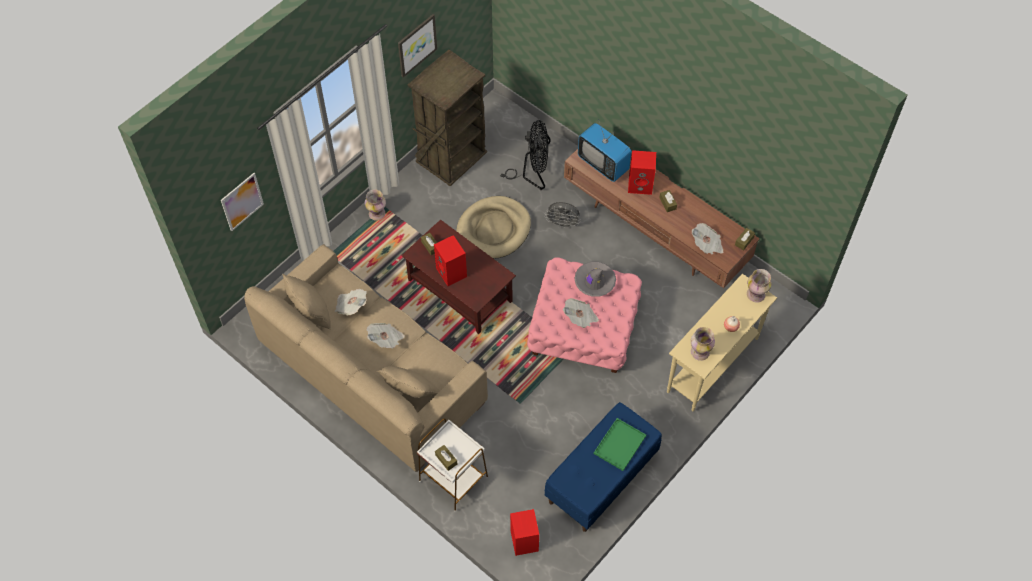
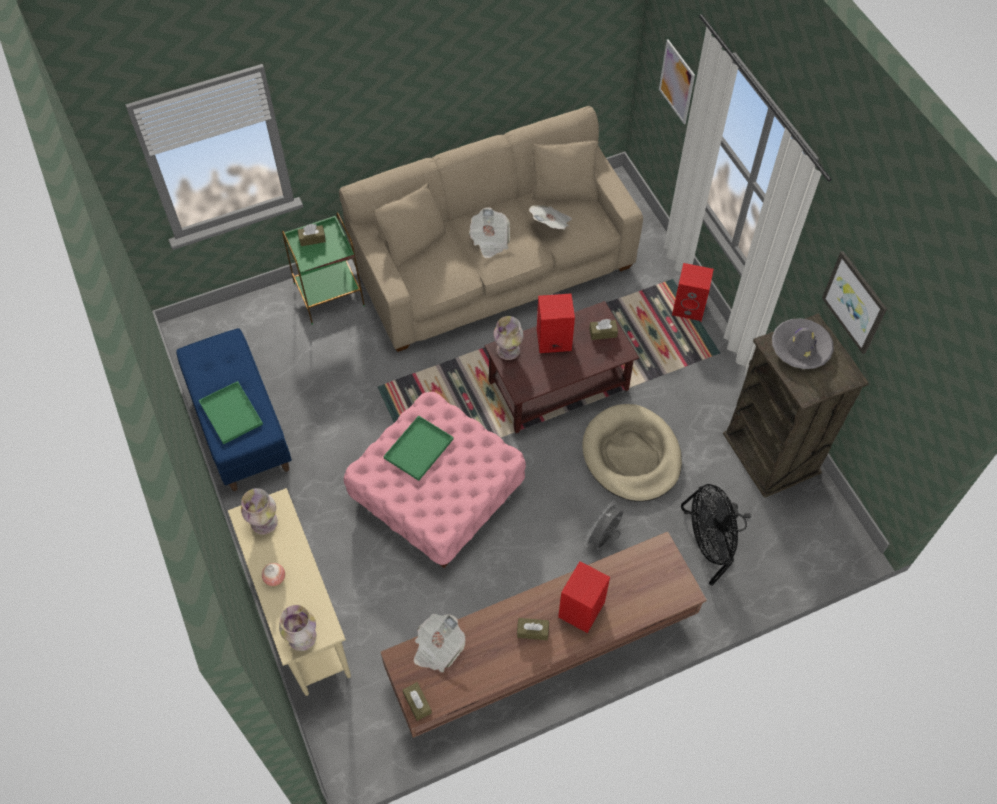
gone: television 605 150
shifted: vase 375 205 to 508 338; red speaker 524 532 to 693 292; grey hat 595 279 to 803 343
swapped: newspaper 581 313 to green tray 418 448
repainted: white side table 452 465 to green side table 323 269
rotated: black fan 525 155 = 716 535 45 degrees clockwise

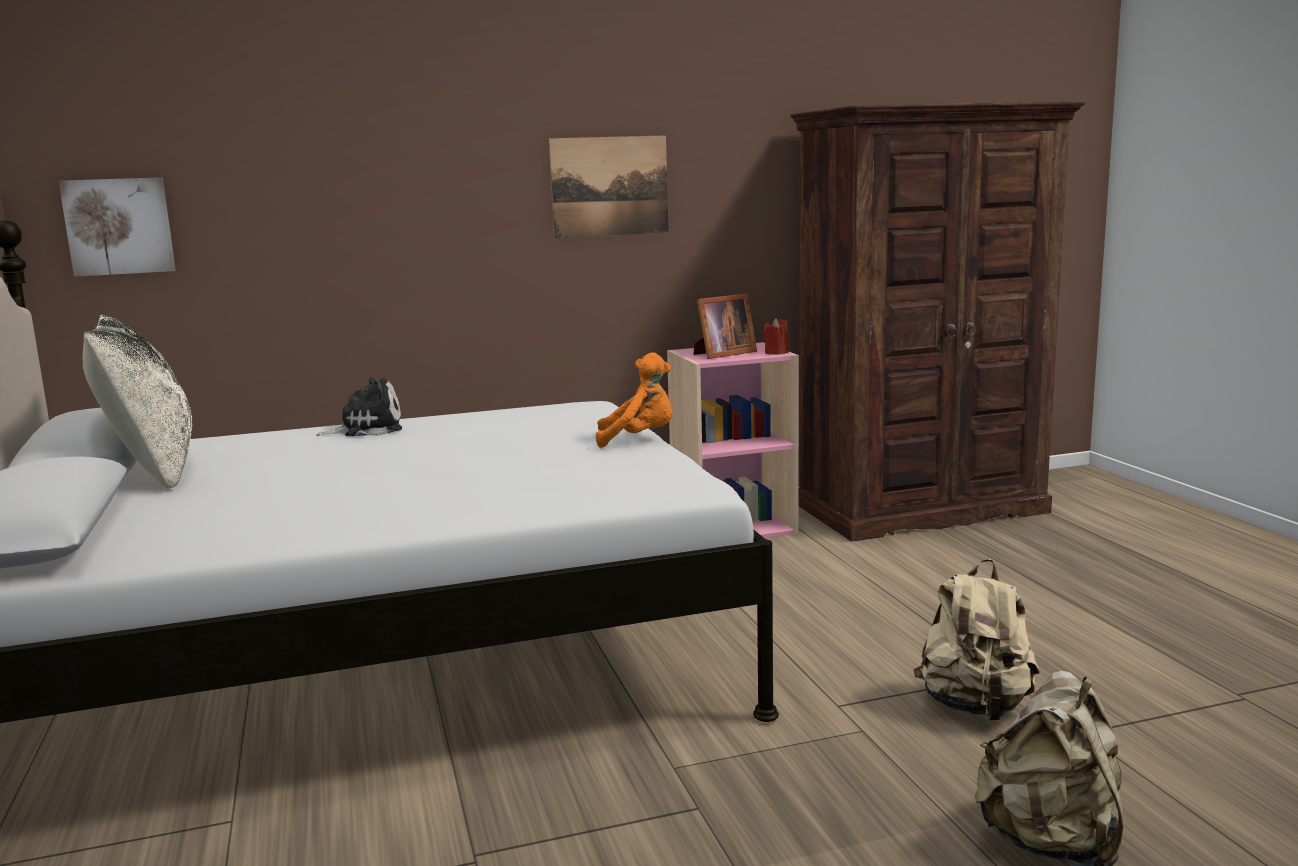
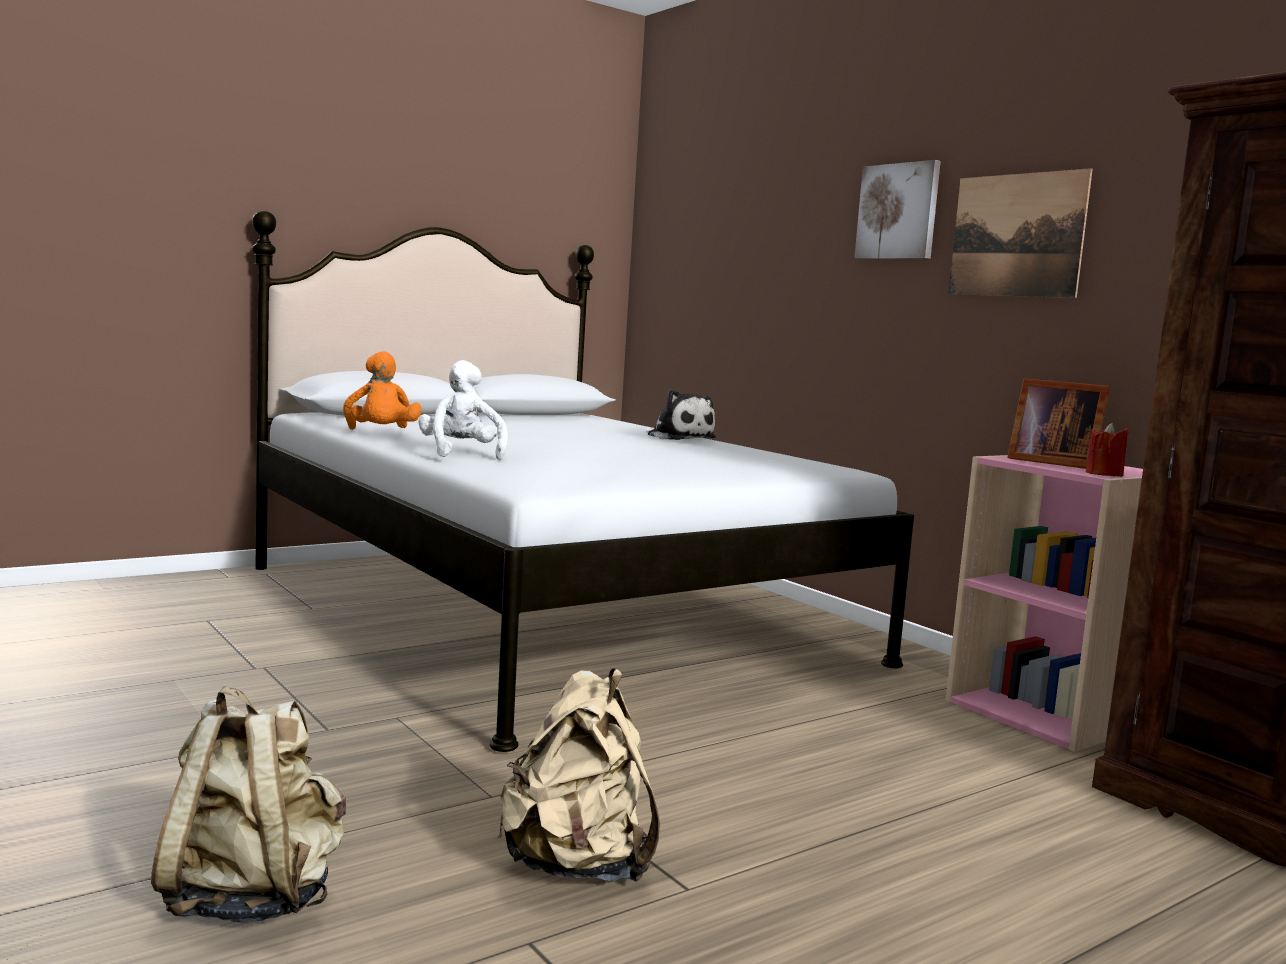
gone: beige pillow 137 402
new: white plush toy 463 410
shifted: picture 117 227 to 897 209; orange plush toy 634 400 to 382 390

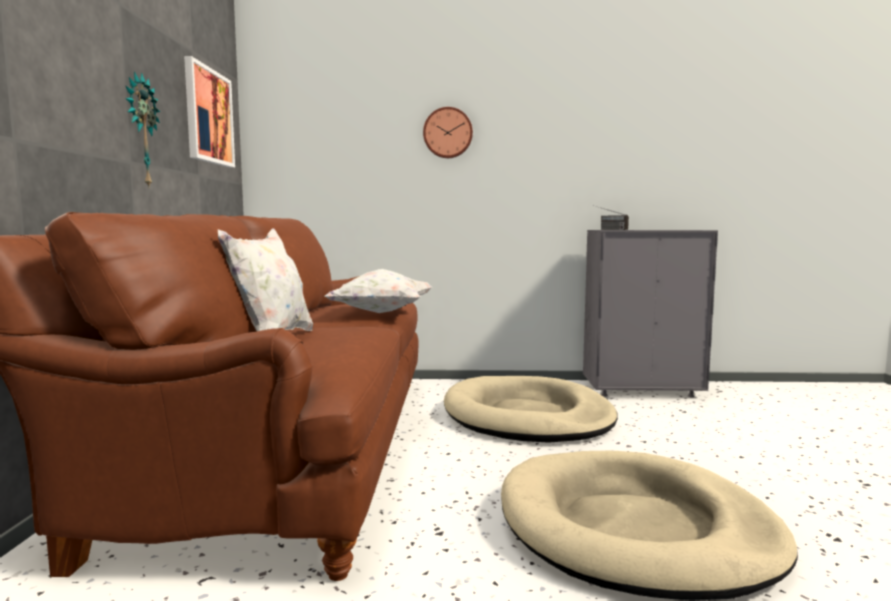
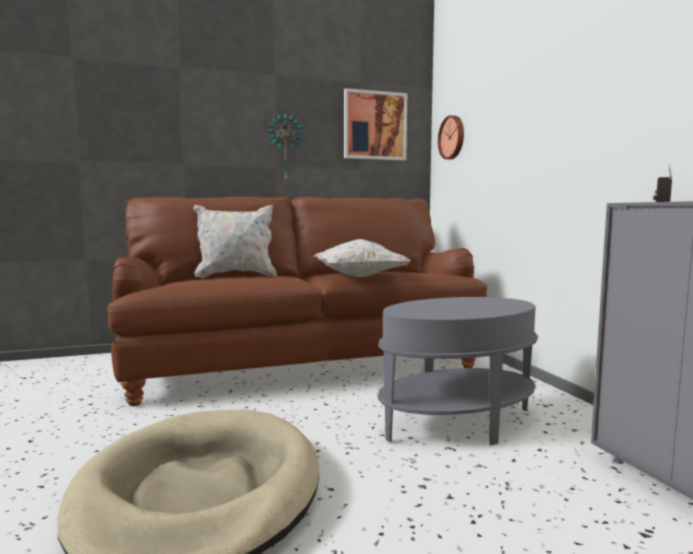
shifted: wall clock 448 132 to 451 137
swapped: beige dog bed 531 409 to grey side table 458 371

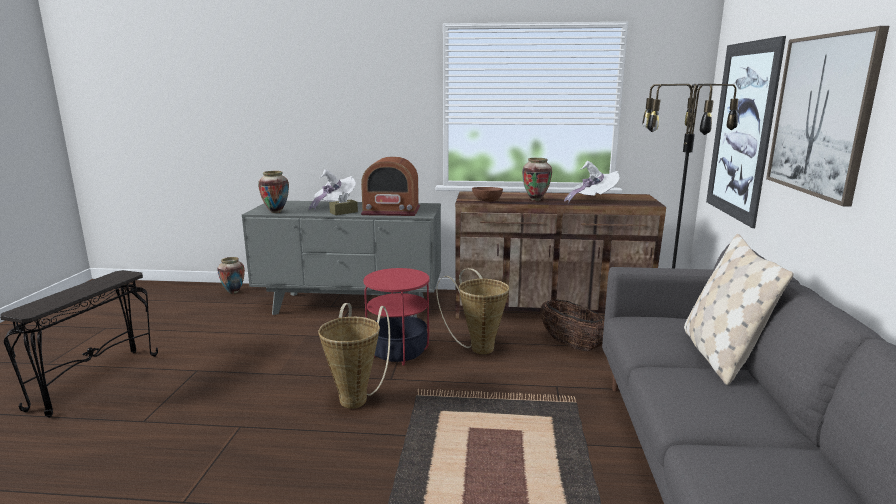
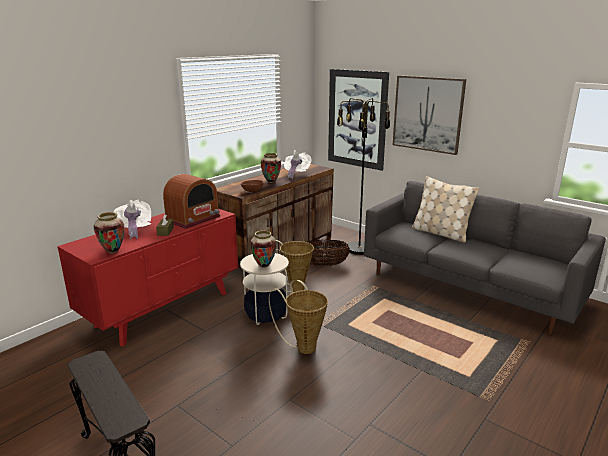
shifted: vase 231 275 to 263 249
repainted: grey dresser 341 259 to red dresser 147 277; red side table 397 316 to beige side table 264 289

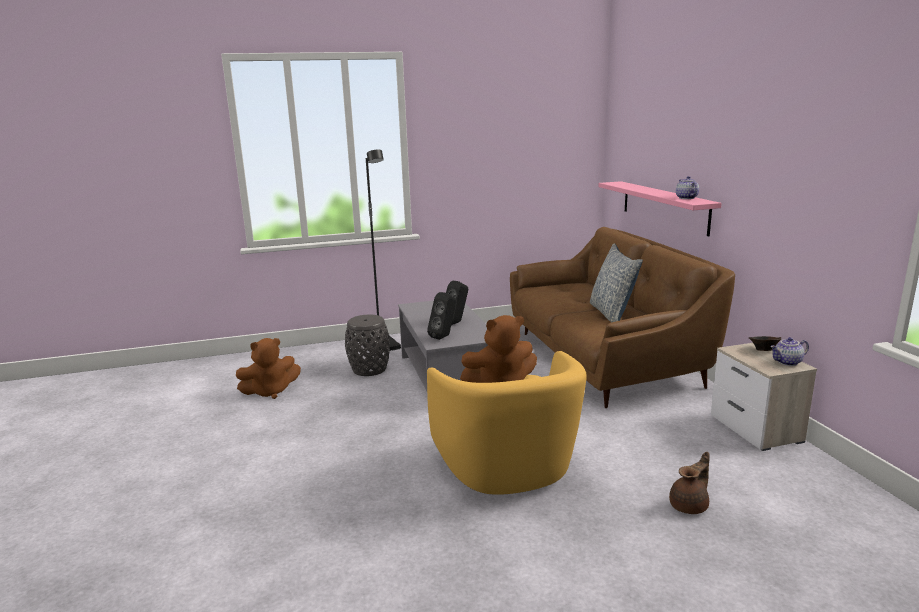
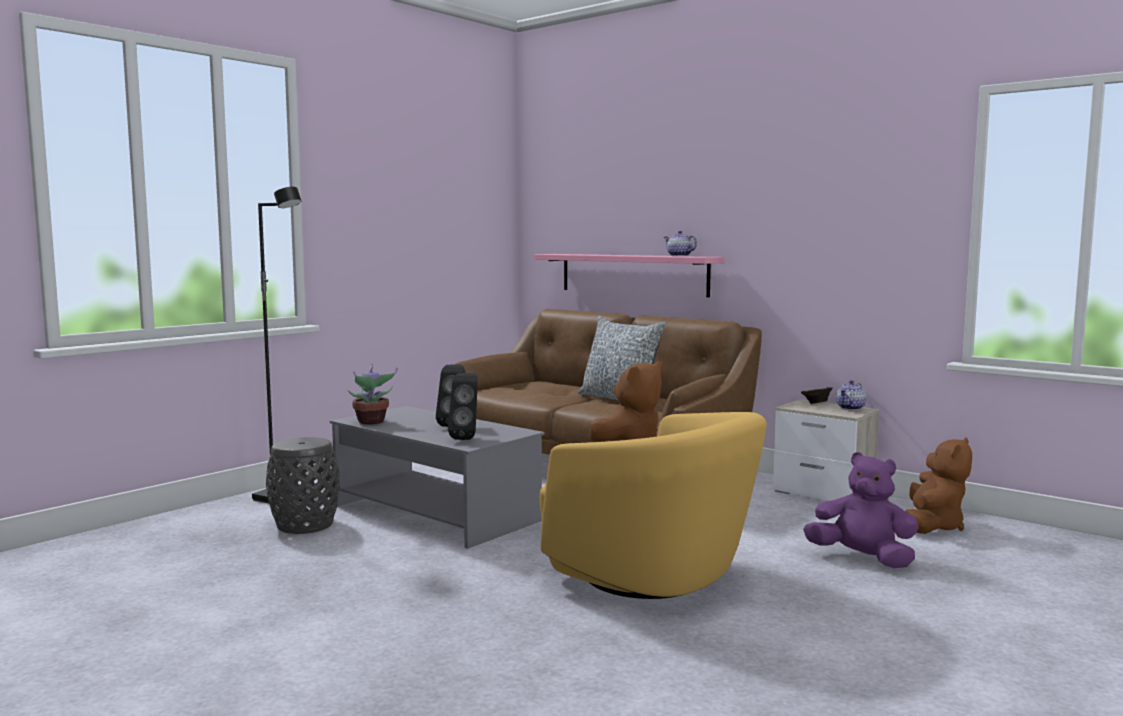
new: potted plant 373 394
shifted: brown plush toy 268 368 to 938 485
swapped: brown teapot 689 482 to purple plush toy 861 510

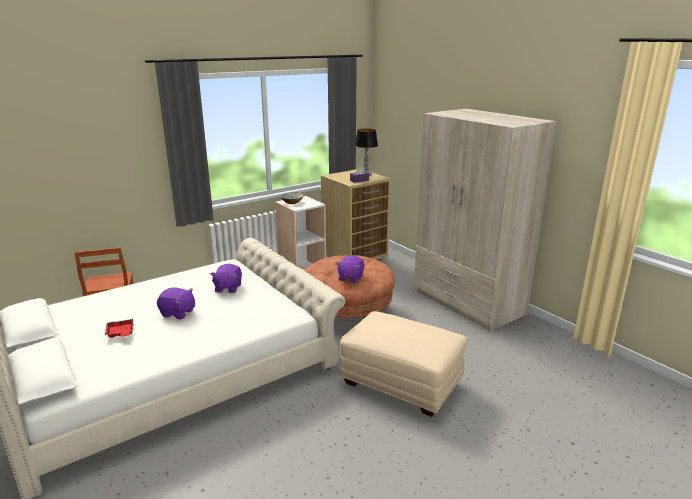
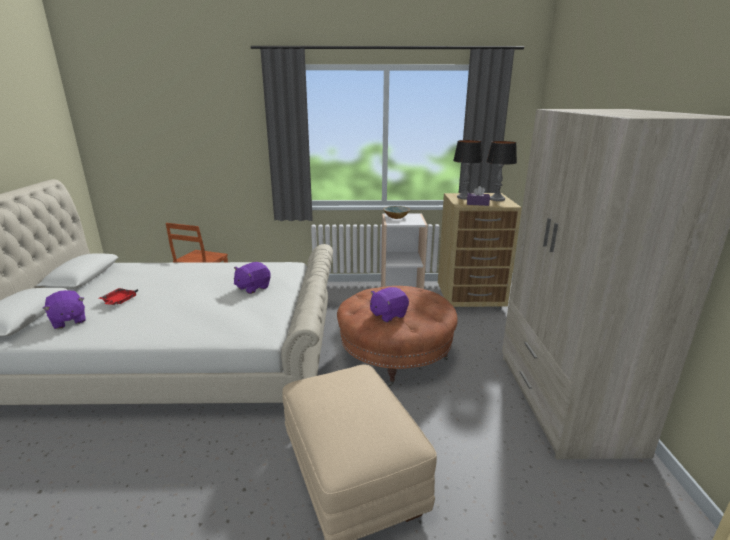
new: table lamp 468 169
shifted: purple plush toy 176 303 to 64 309

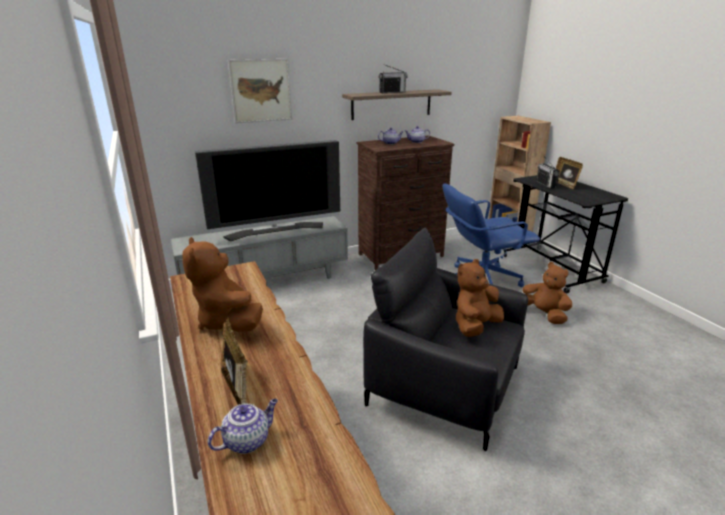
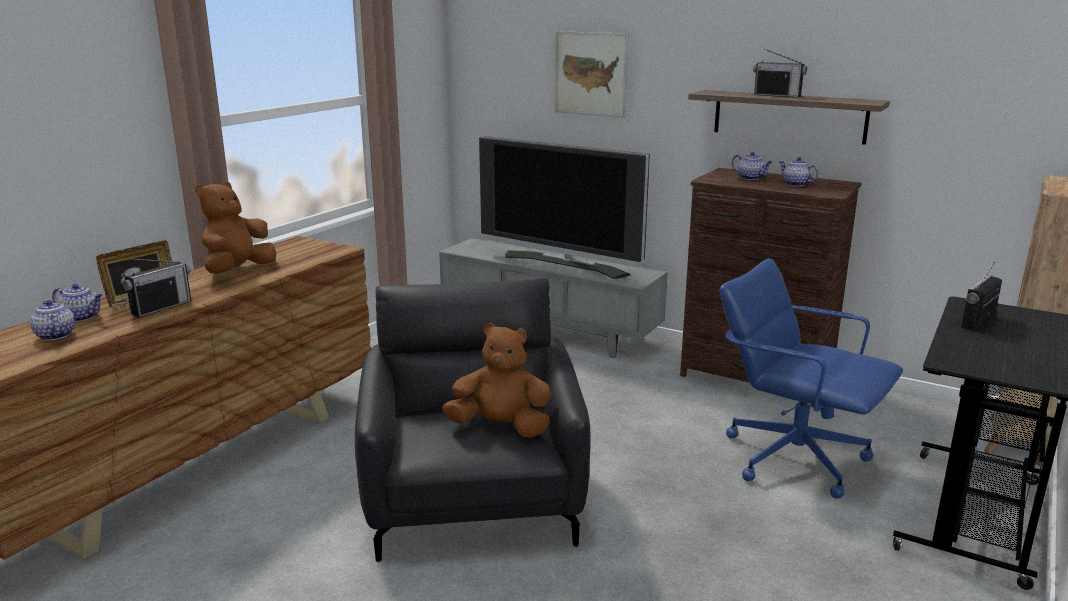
gone: brown plush toy 547 293; picture frame 569 173
new: teapot 52 320; radio 157 288

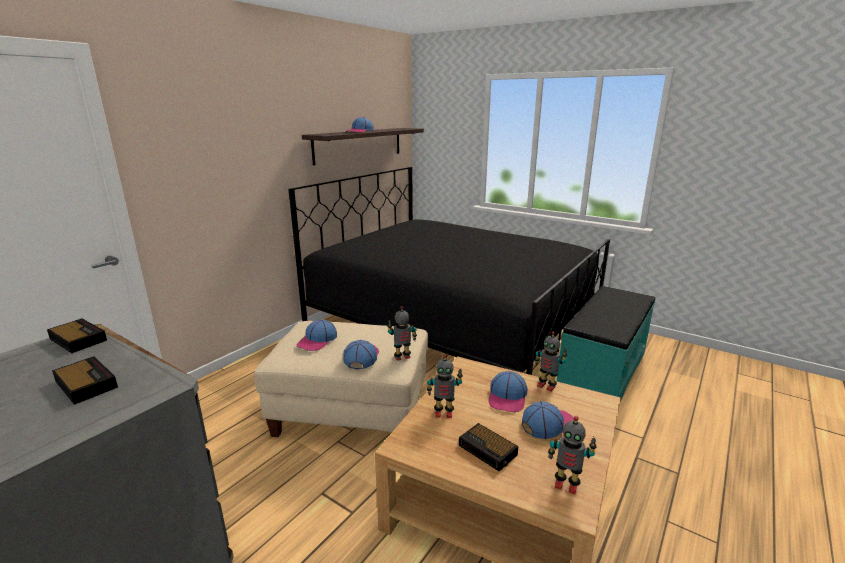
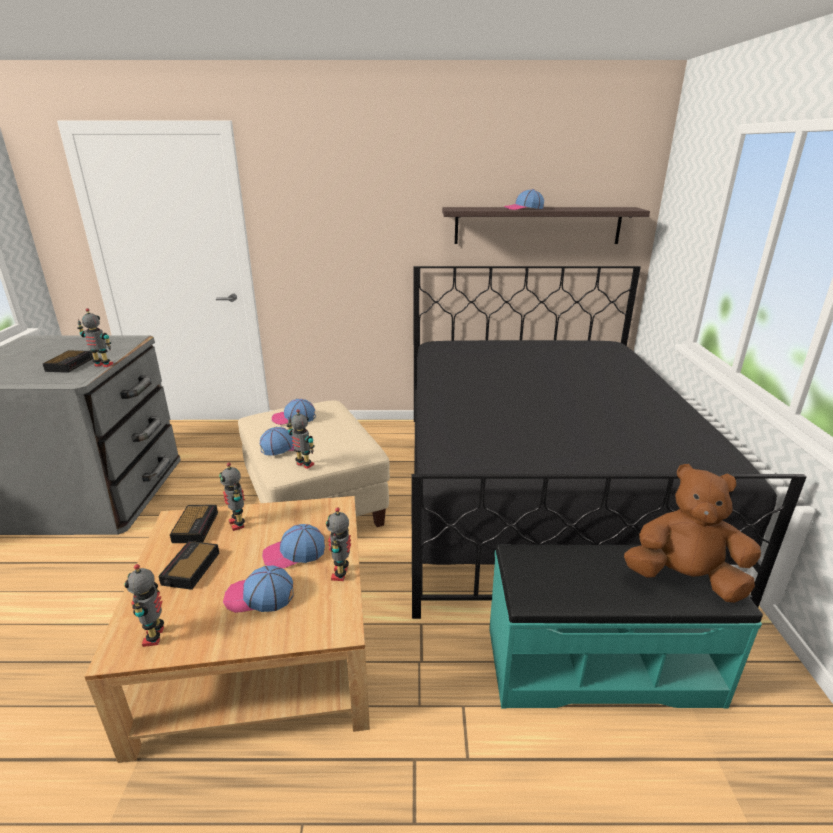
new: toy robot 95 337; brown plush toy 692 533
shifted: alarm clock 77 335 to 194 524
rotated: cap 548 420 = 258 589 150 degrees clockwise

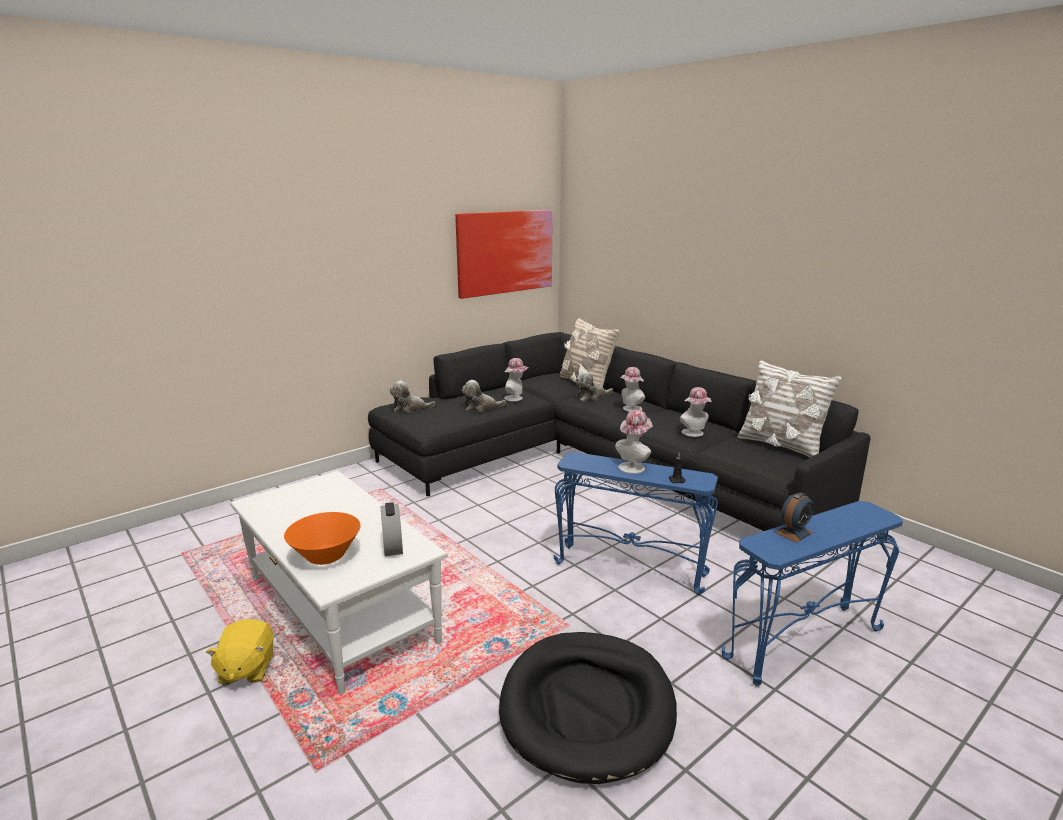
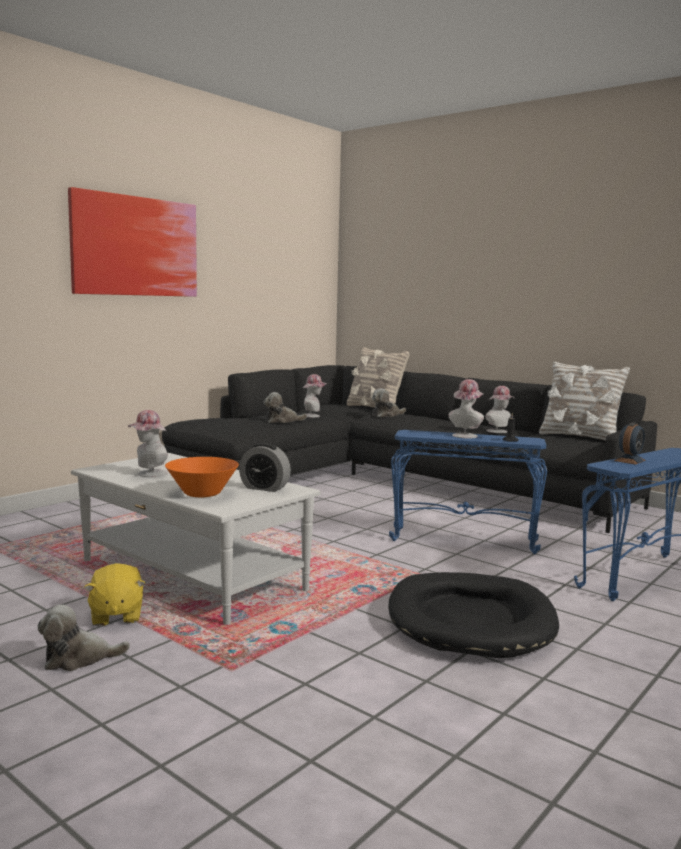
shifted: plush toy 412 397 to 84 638; picture 504 254 to 132 242; hat 633 389 to 148 443
rotated: alarm clock 392 529 = 265 467 45 degrees counterclockwise

